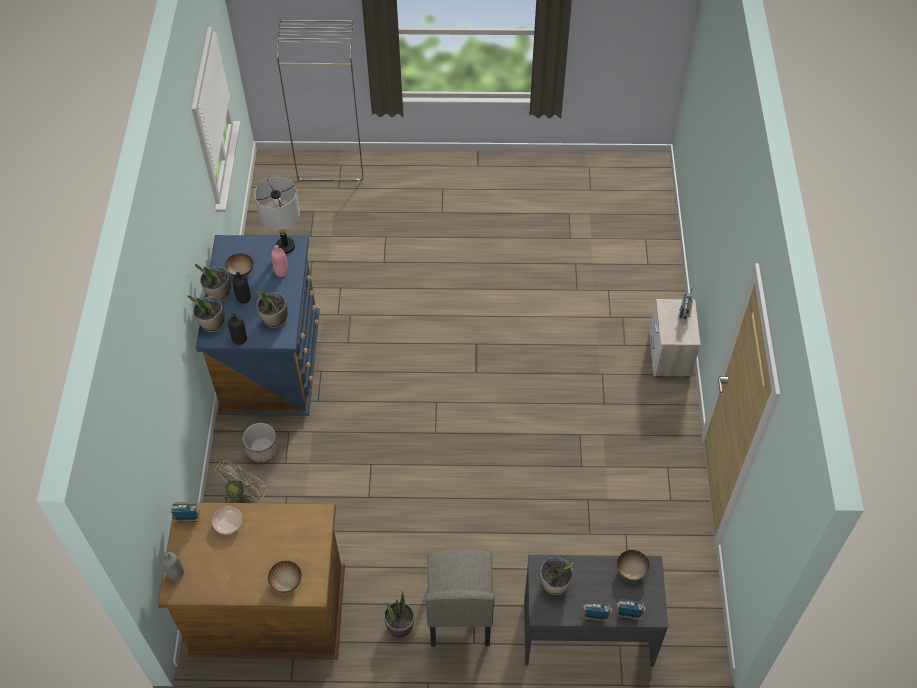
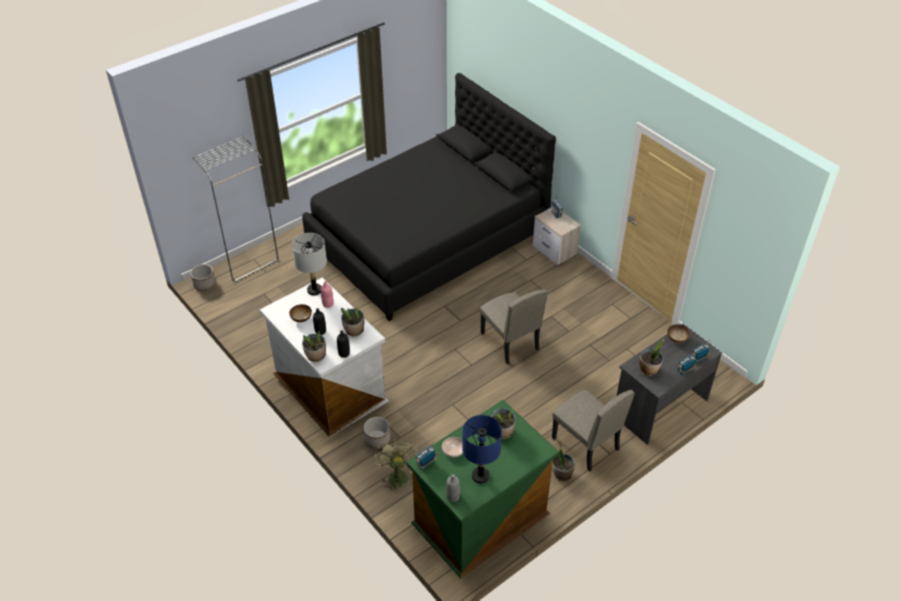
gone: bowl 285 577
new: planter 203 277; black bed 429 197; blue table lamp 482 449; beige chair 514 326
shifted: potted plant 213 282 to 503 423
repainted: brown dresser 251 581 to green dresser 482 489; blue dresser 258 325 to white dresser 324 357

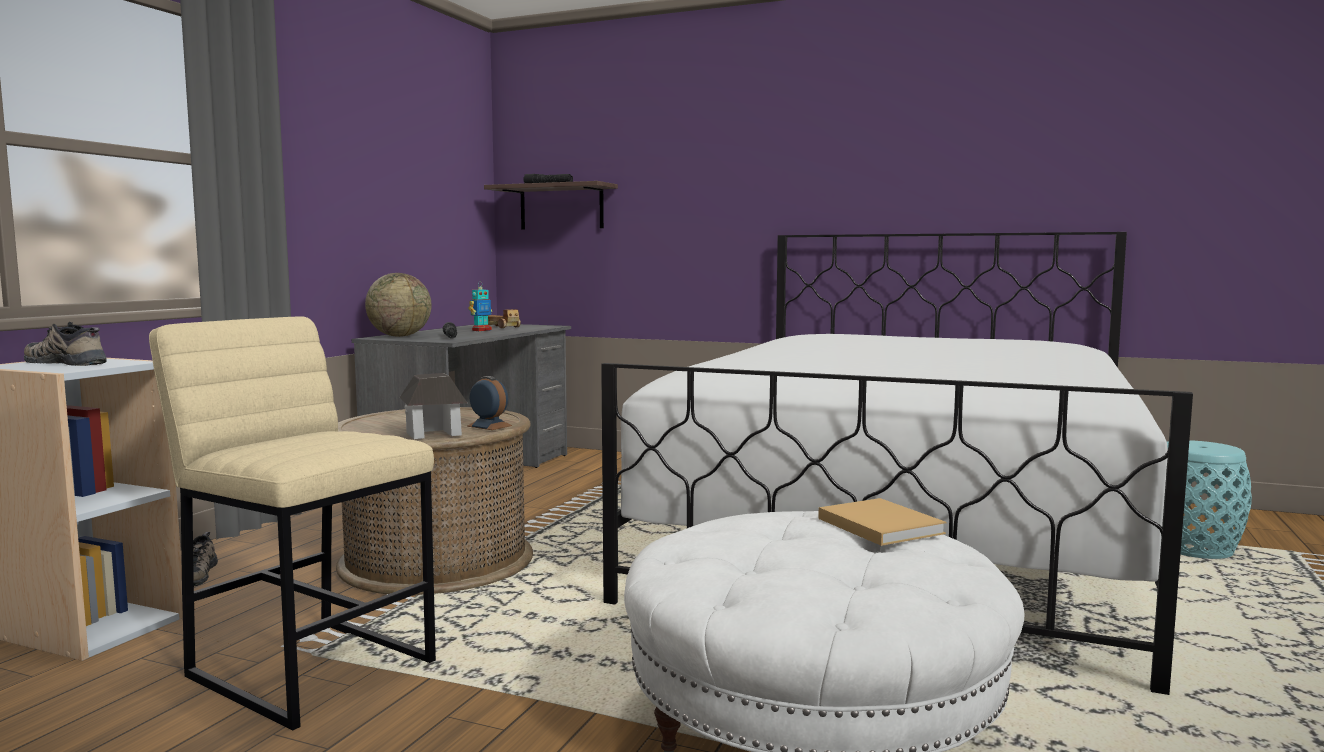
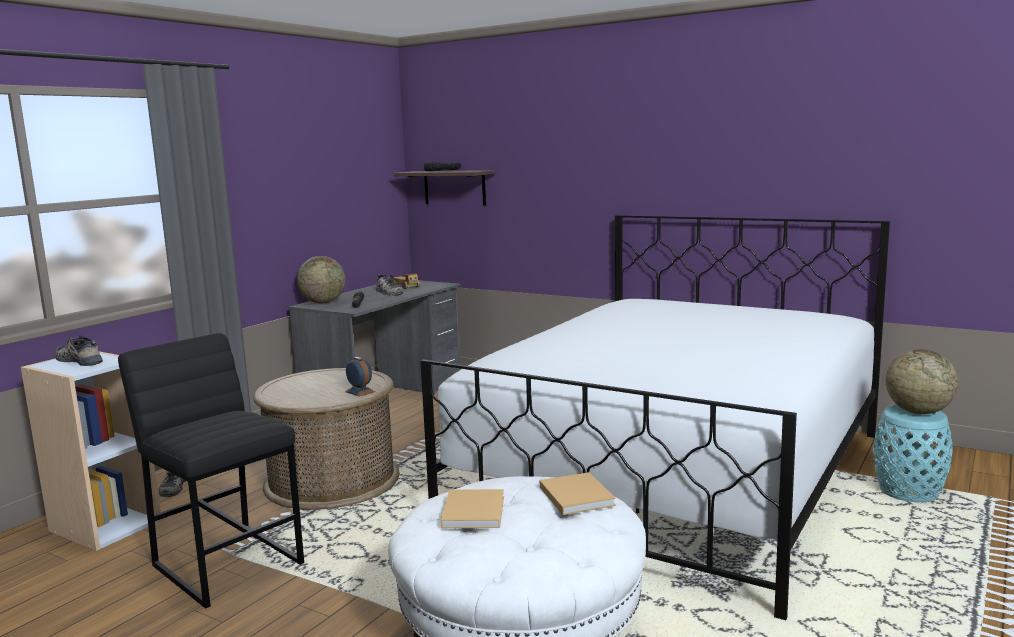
gone: toy house 433 406
new: beige book 472 508; globe 922 381
swapped: toy robot 480 306 to shoe 389 285
repainted: beige chair 292 524 to black chair 211 471

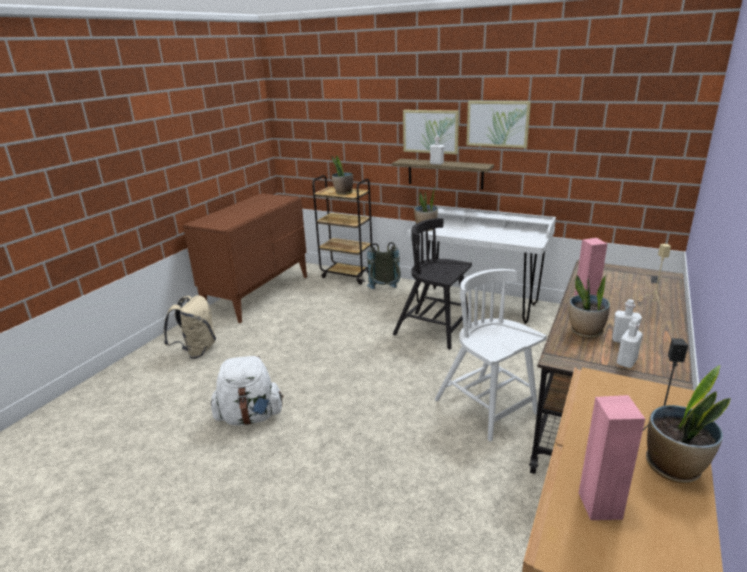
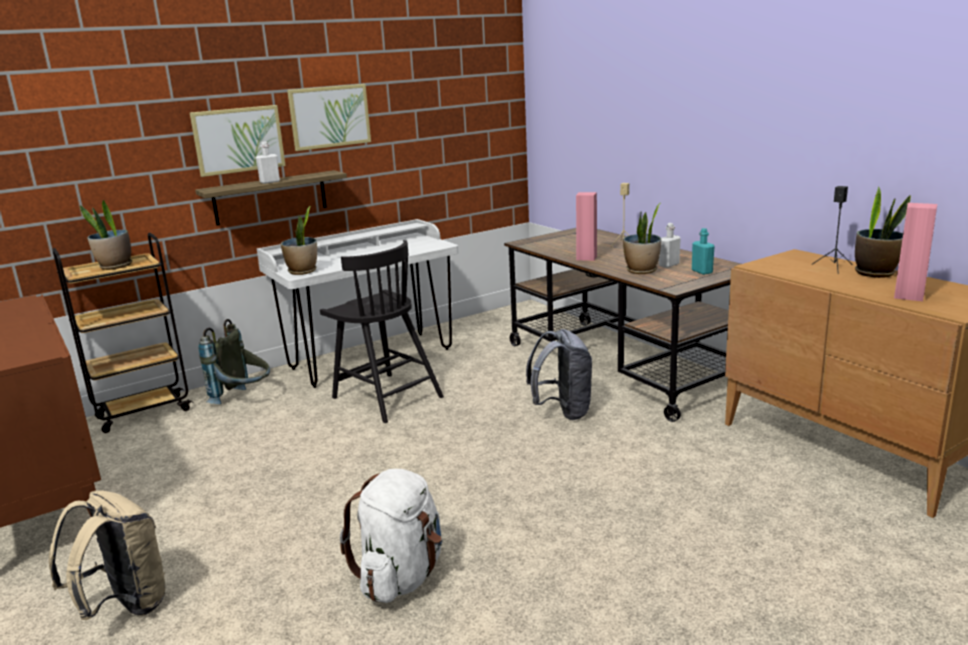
swapped: white chair 491 355 to grey backpack 559 374
repainted: white bottle 630 343 to turquoise bottle 703 251
rotated: black chair 432 283 = 382 331 105 degrees counterclockwise

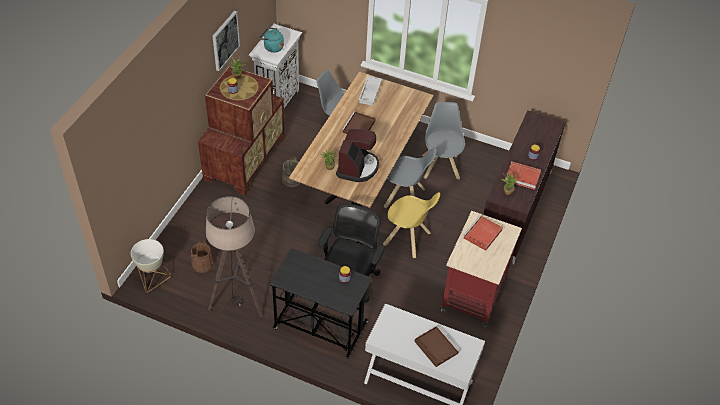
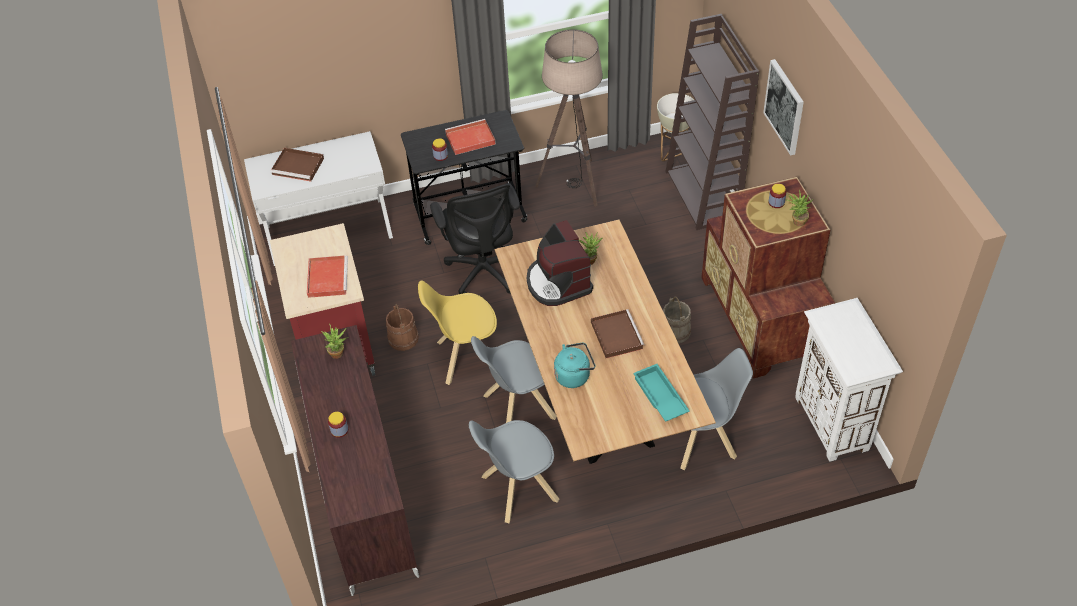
new: brown bookcase 712 122
shifted: brown bucket 202 256 to 402 327; picture 226 41 to 783 107; turquoise kettle 272 40 to 574 365; red tray 523 175 to 470 137
repainted: white tray 370 91 to turquoise tray 661 393
rotated: grey chair 443 141 = 514 471 105 degrees clockwise

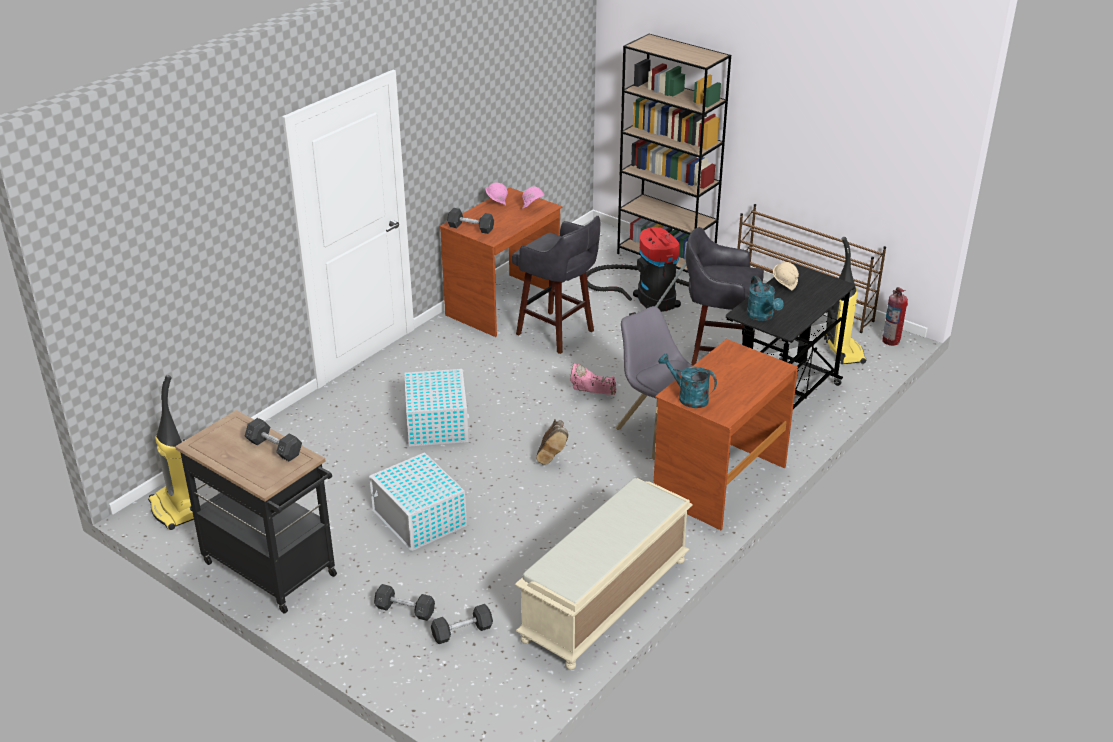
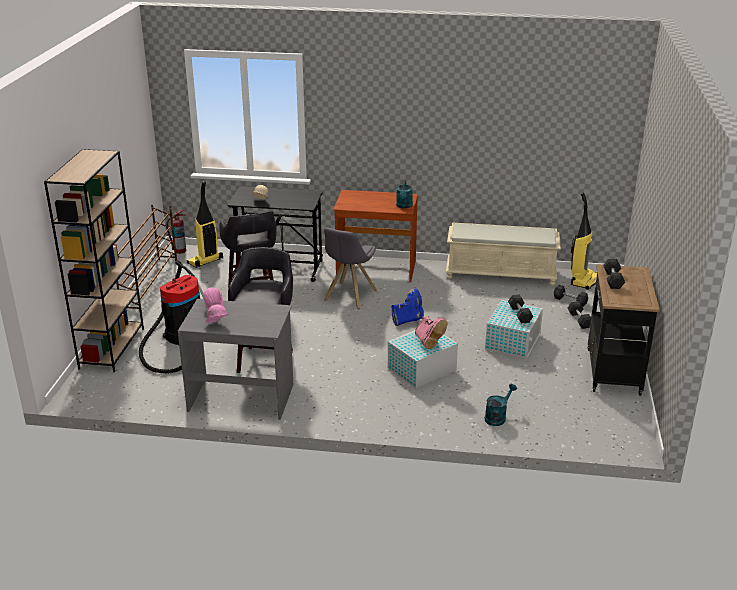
shifted: vacuum cleaner 171 452 to 584 241; grey dumbbell 470 221 to 520 309; pink boot 593 379 to 431 332; turquoise watering can 765 298 to 500 405
repainted: brown desk 501 262 to grey desk 235 359; brown boot 552 442 to blue boot 408 307

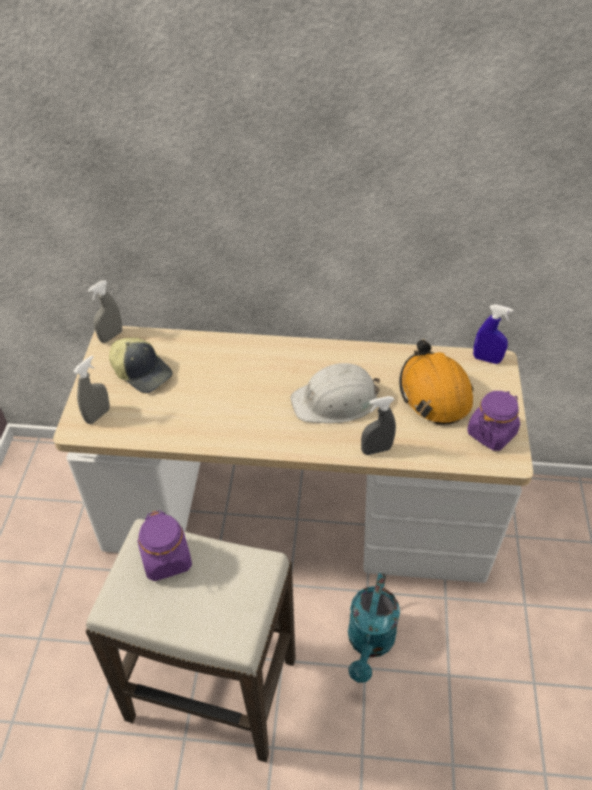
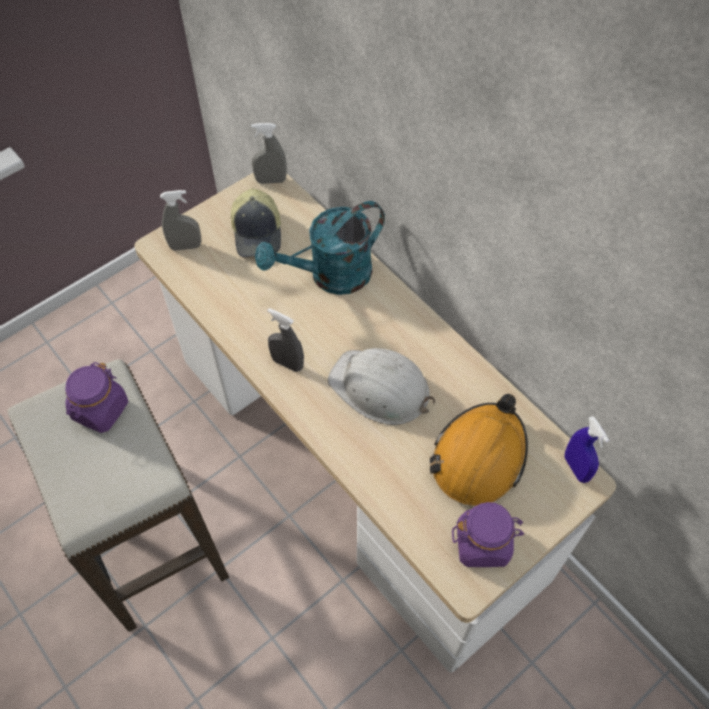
shifted: turquoise watering can 374 627 to 320 248; grey spray bottle 378 425 to 285 340

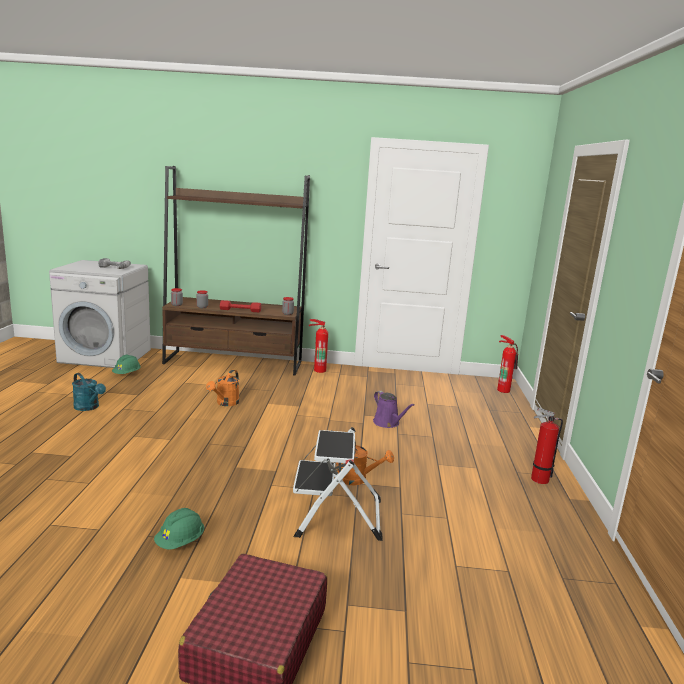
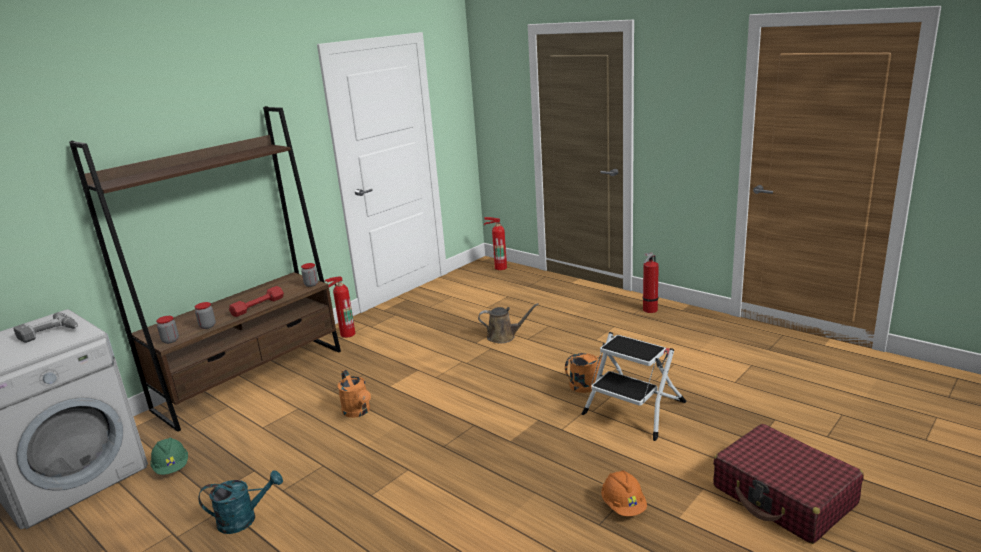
repainted: green hard hat 179 529 to orange hard hat 624 493; purple watering can 394 409 to brown watering can 508 323

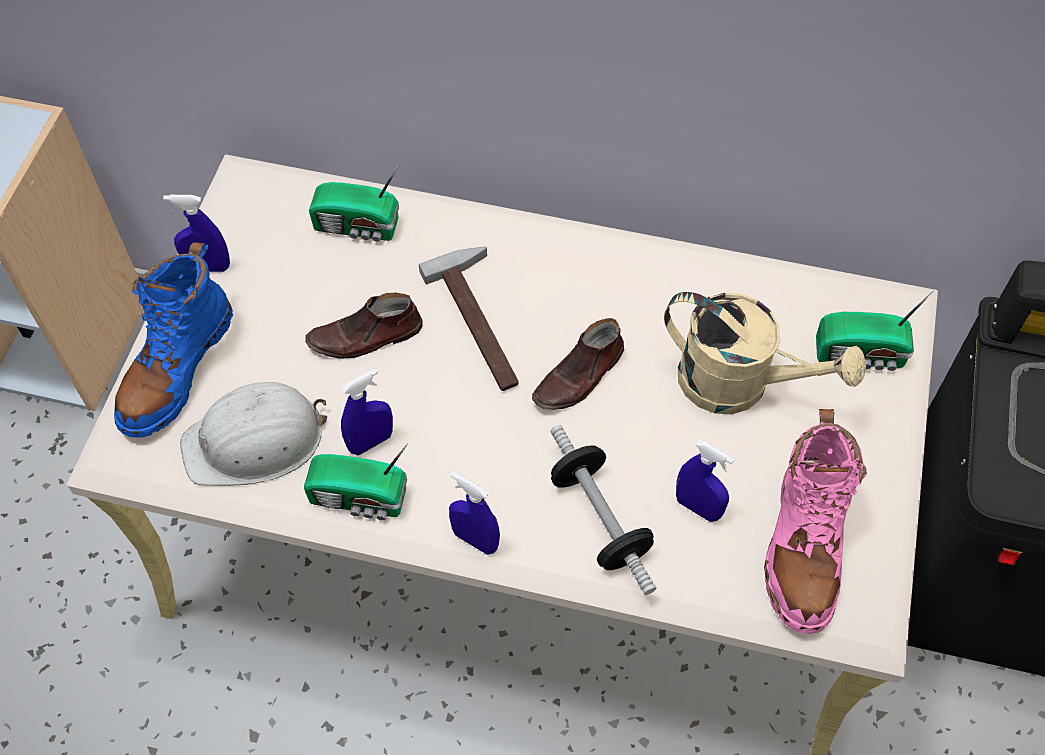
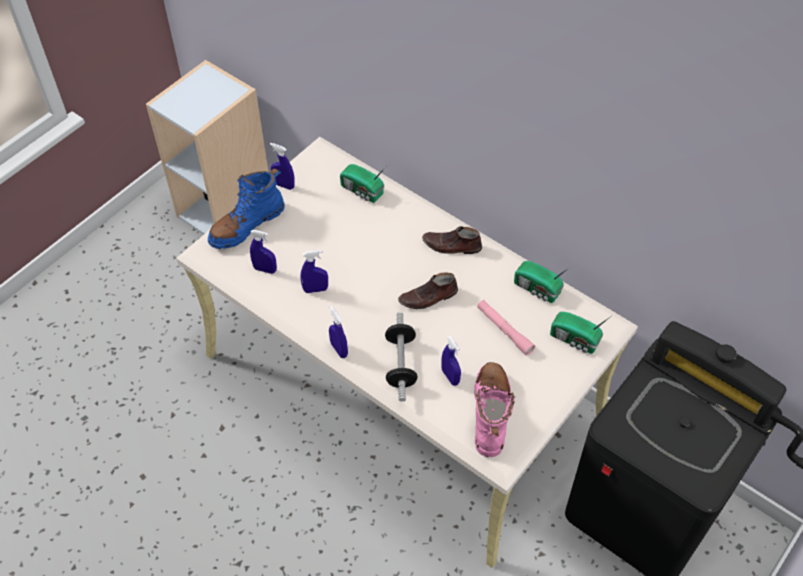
gone: hammer 469 318
shifted: radio 356 481 to 542 282; brown shoe 364 326 to 452 240
swapped: white hard hat 253 434 to blue spray bottle 263 252; beige watering can 765 353 to pink flashlight 506 328
rotated: pink boot 815 521 = 494 409 150 degrees clockwise

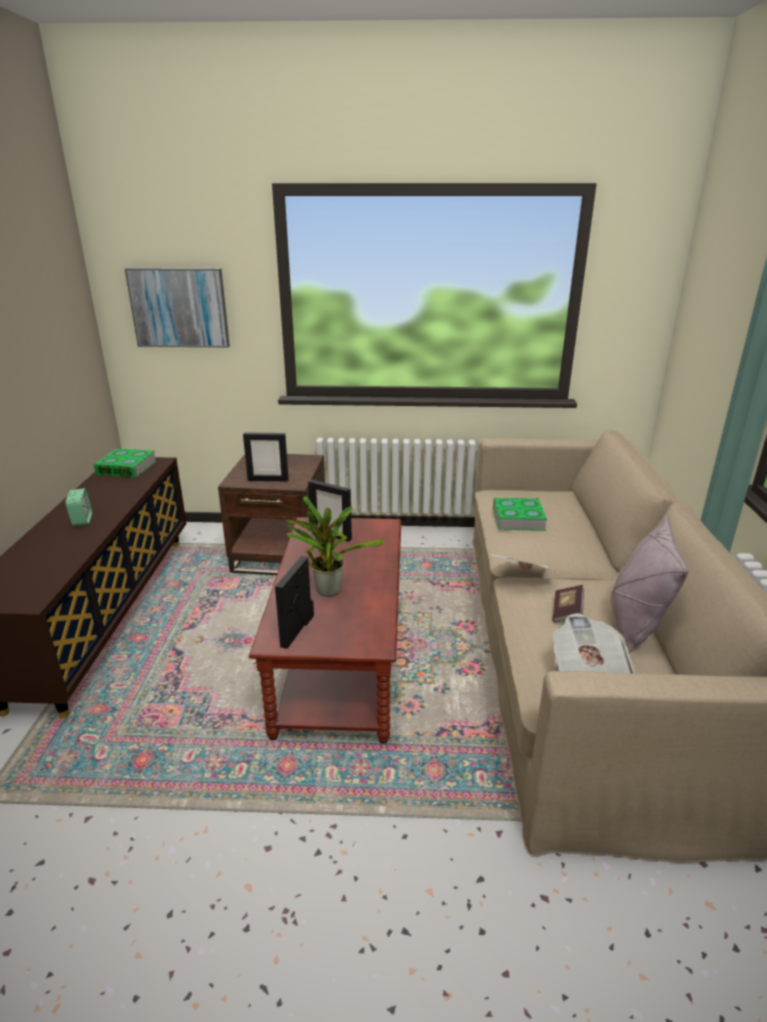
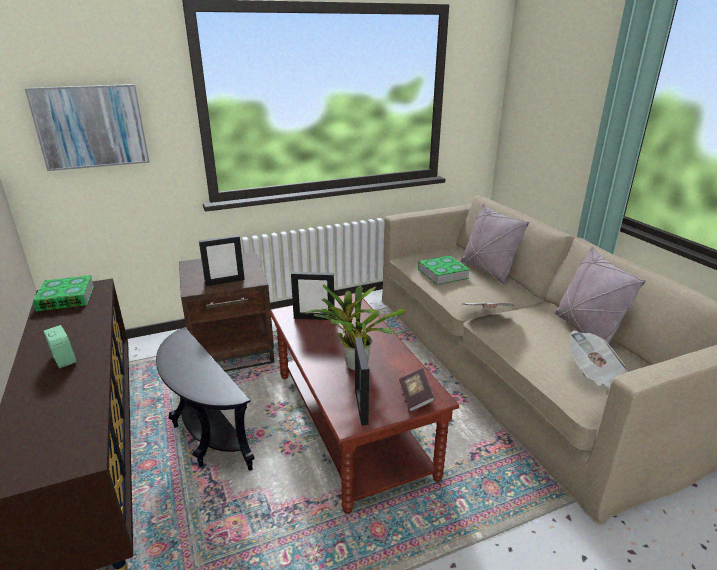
new: black side table 205 398; purple pillow 495 243
shifted: book 568 604 to 417 390

